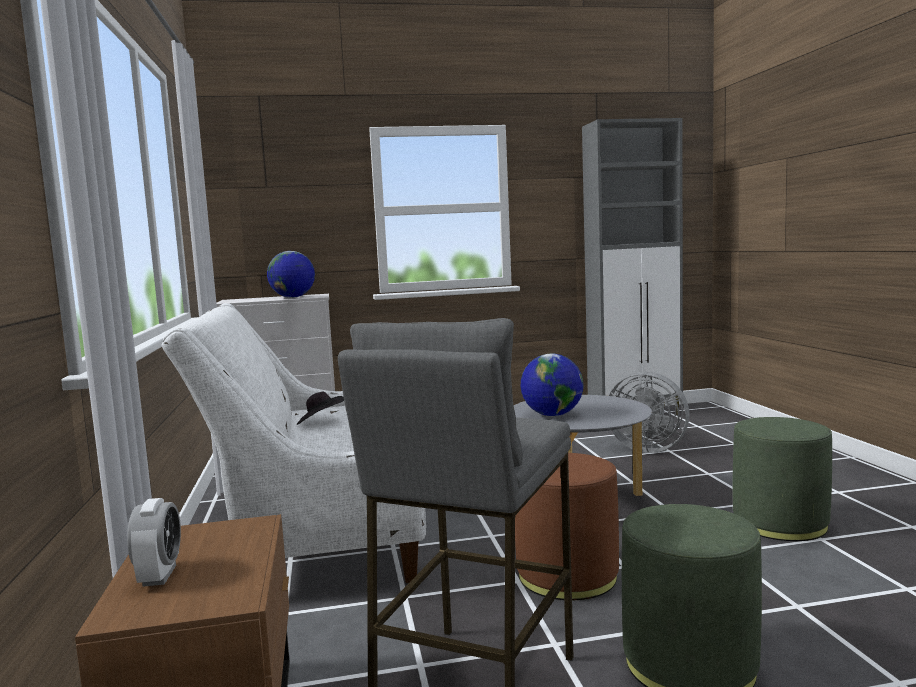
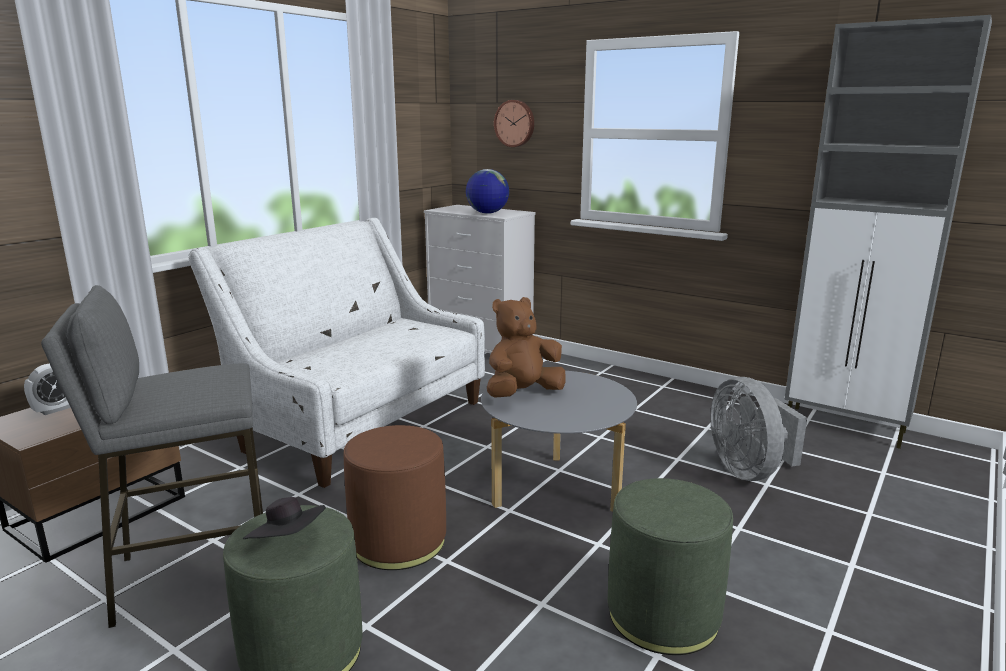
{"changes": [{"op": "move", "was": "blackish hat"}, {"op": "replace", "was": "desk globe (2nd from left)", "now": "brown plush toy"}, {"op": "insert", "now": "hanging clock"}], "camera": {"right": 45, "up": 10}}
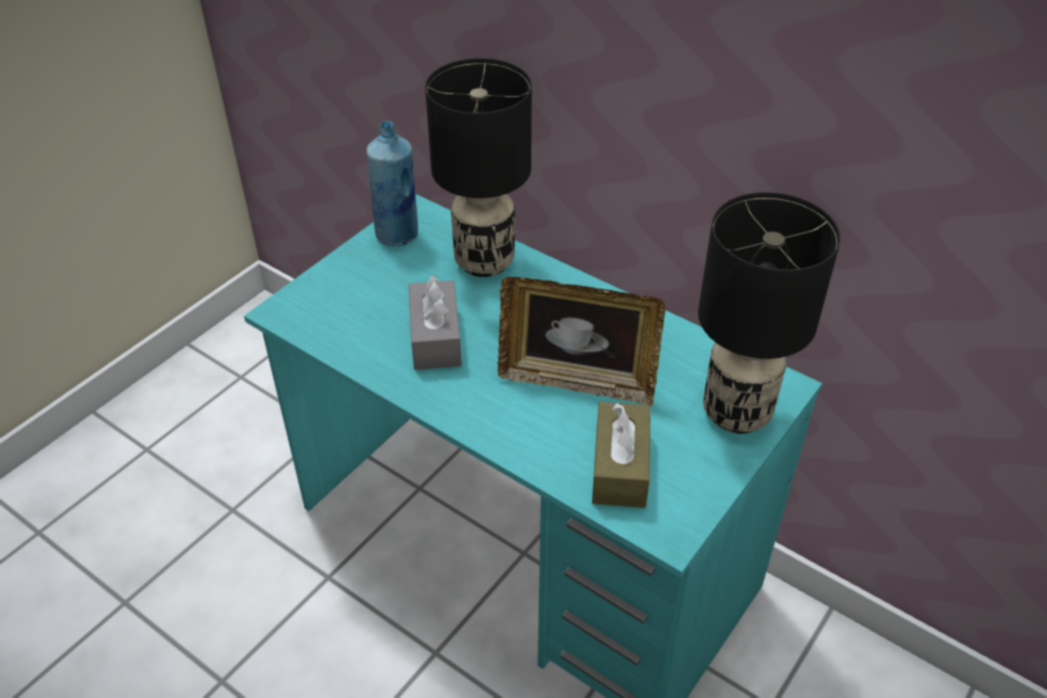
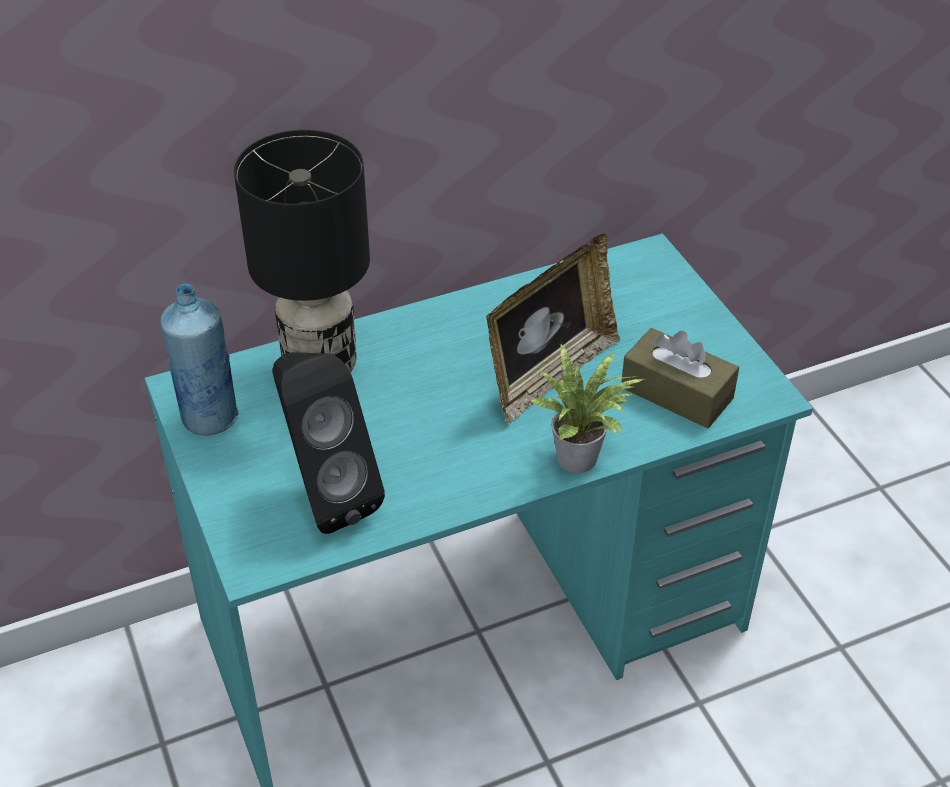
{"changes": [{"op": "insert", "now": "blackish speaker"}, {"op": "insert", "now": "potted plant"}, {"op": "delete", "was": "grey tissue box"}, {"op": "delete", "was": "blackish table lamp (2nd from left)"}], "camera": {"right": -60, "up": 0}}
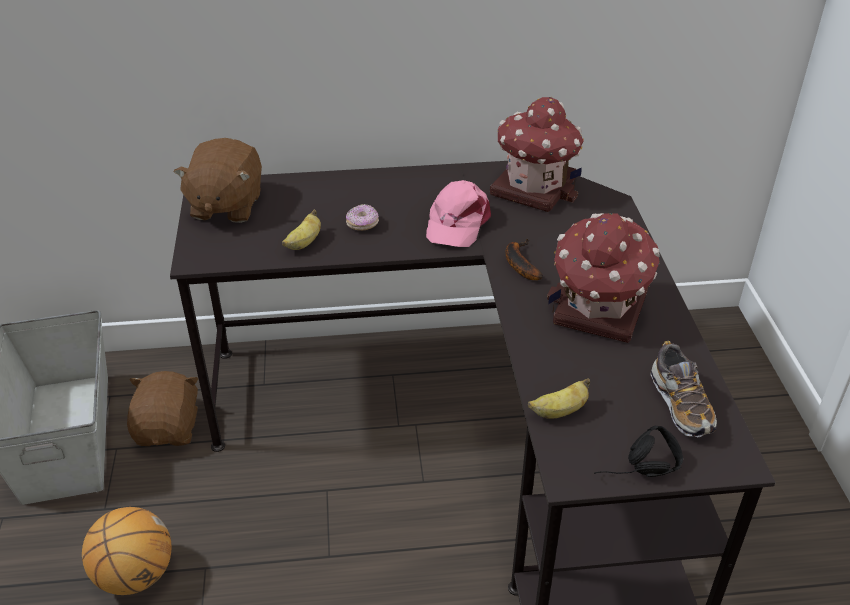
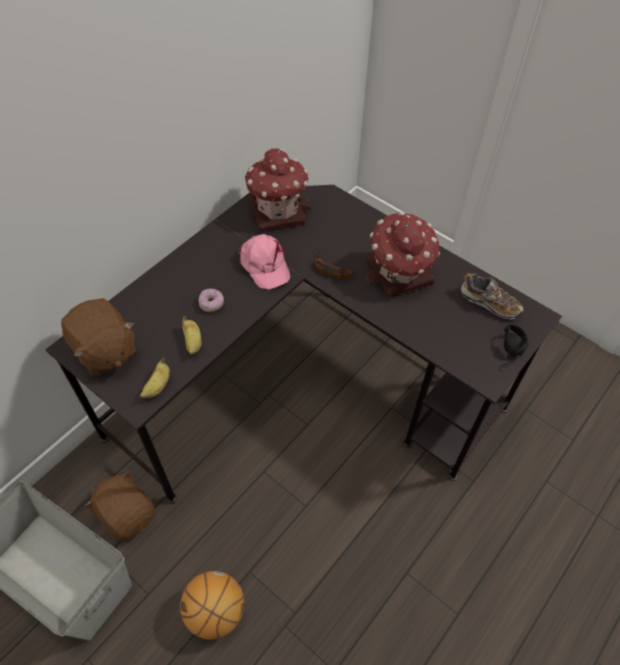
{"changes": [{"op": "move", "was": "banana (3rd from left in the first image)", "now": "banana (1st from left)"}], "camera": {"right": -45, "up": 15}}
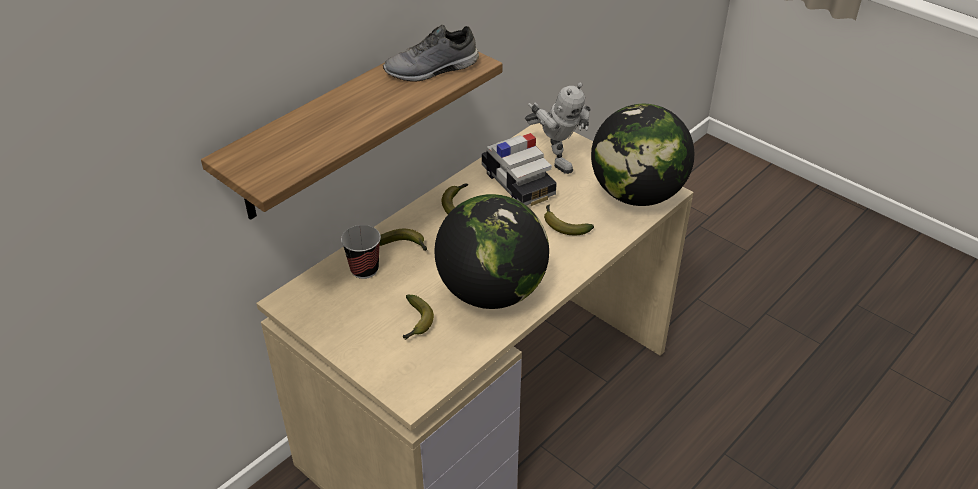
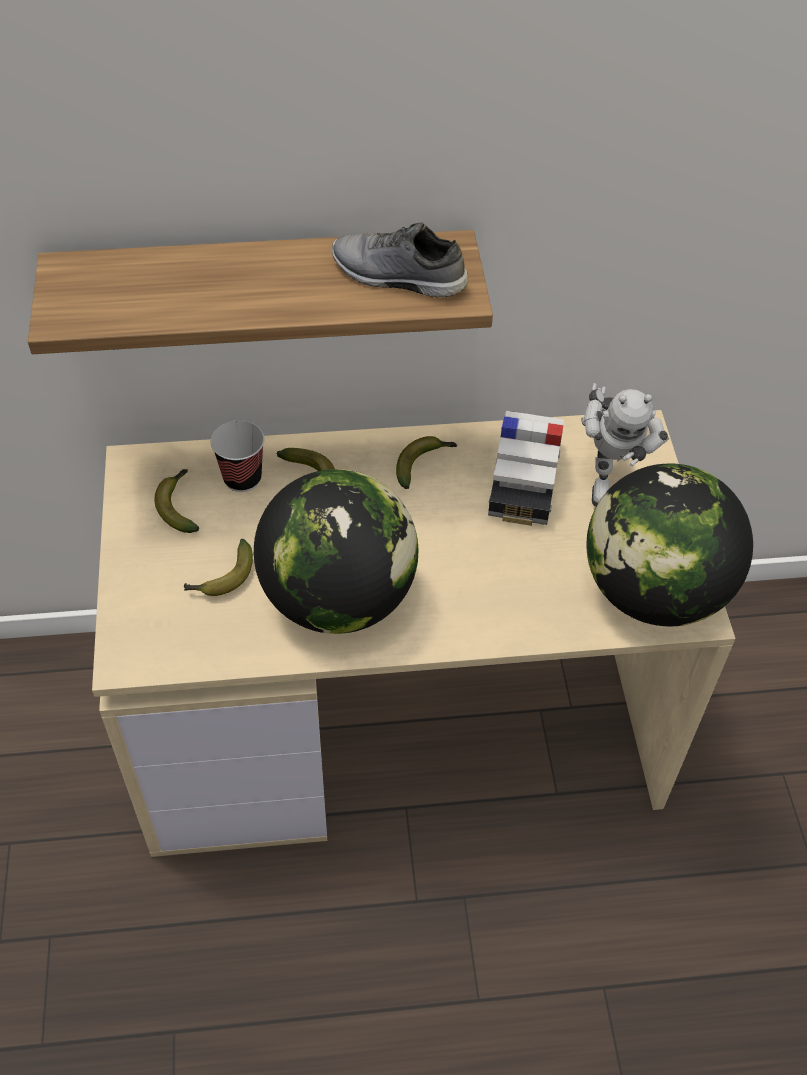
{"changes": [{"op": "move", "was": "banana (4th from left in the first image)", "now": "banana (1st from left)"}], "camera": {"right": 40, "up": 10}}
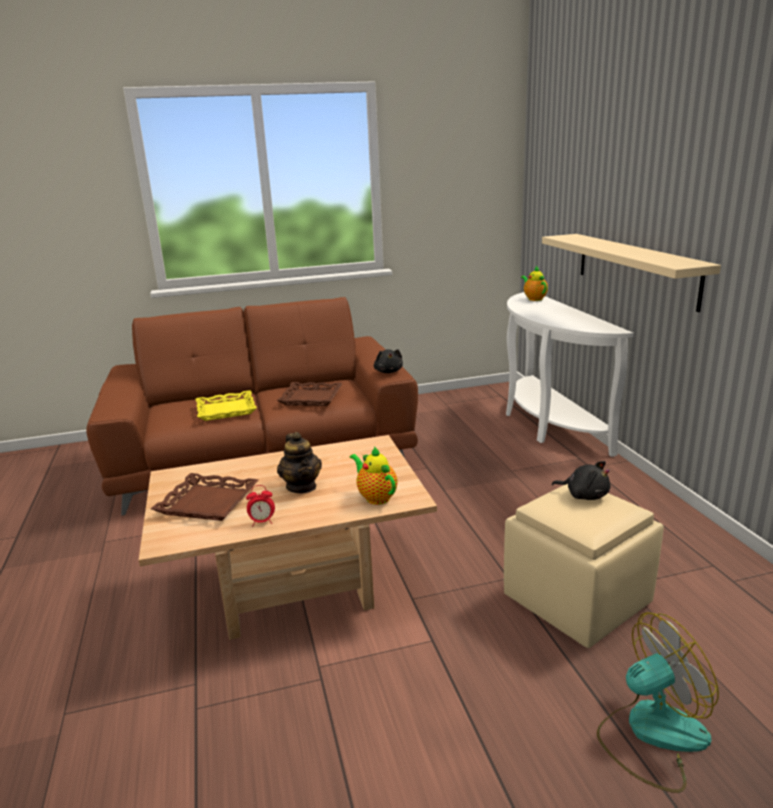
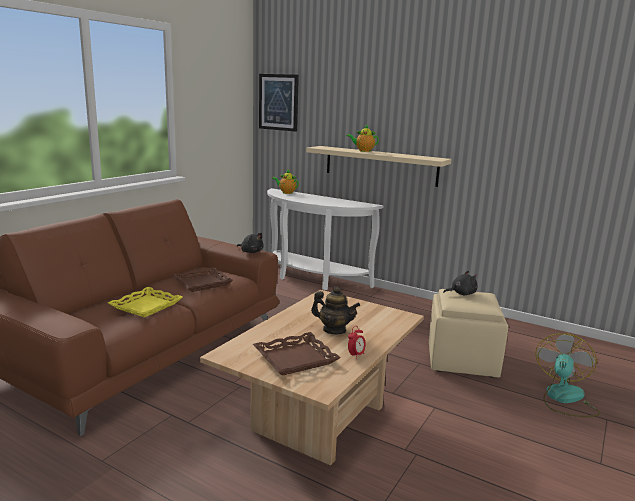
{"changes": [{"op": "insert", "now": "picture"}, {"op": "move", "was": "teapot (2nd from left in the first image)", "now": "teapot (3rd from left)"}], "camera": {"right": -45, "up": -5}}
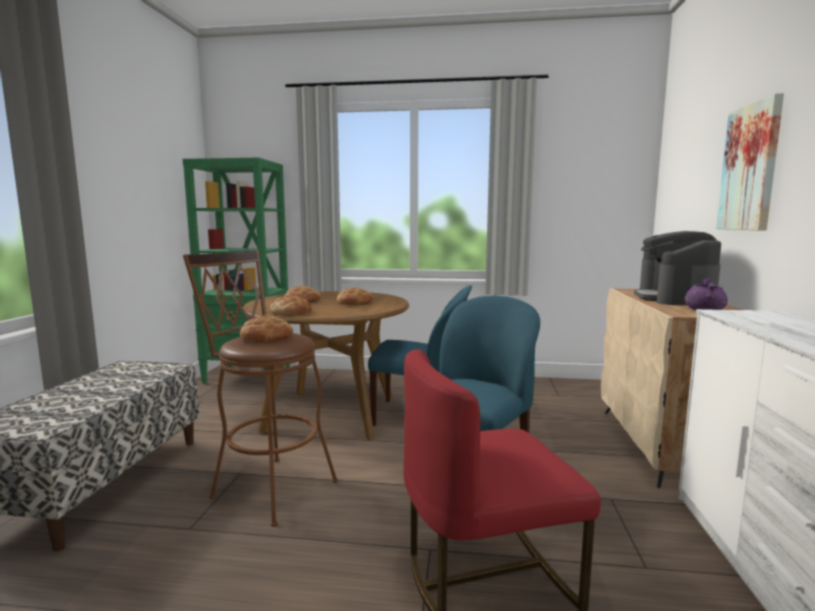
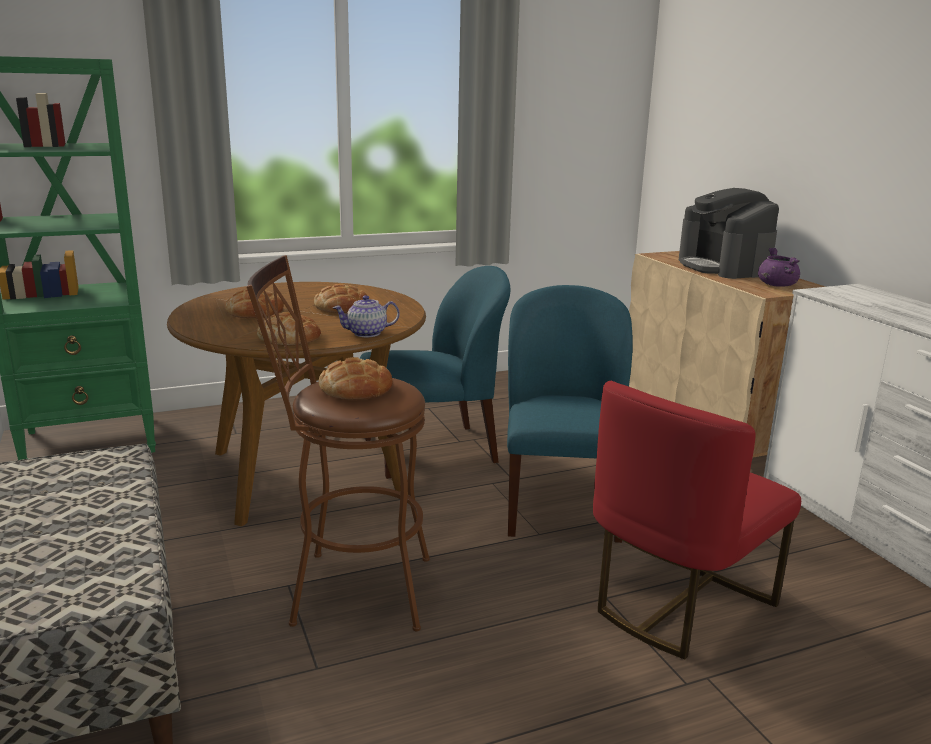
{"changes": [{"op": "insert", "now": "teapot"}, {"op": "delete", "was": "picture"}], "camera": {"right": -30, "up": 10}}
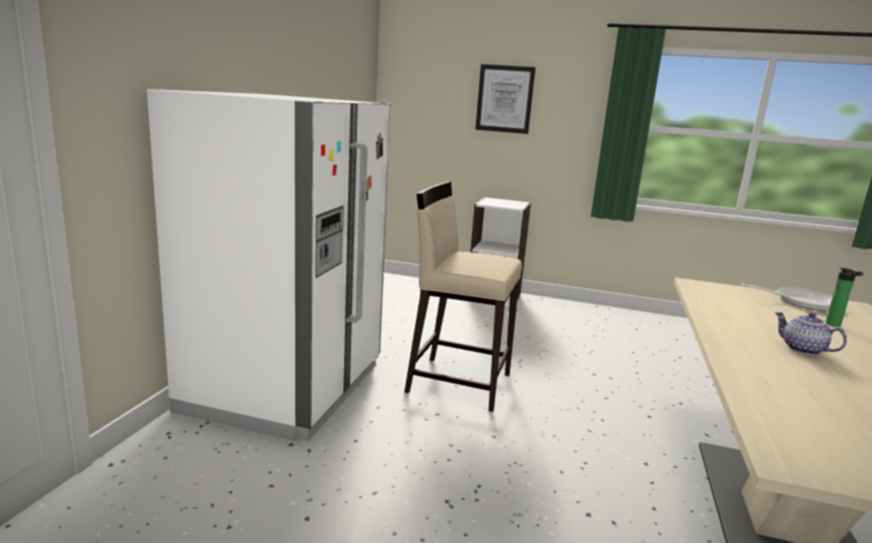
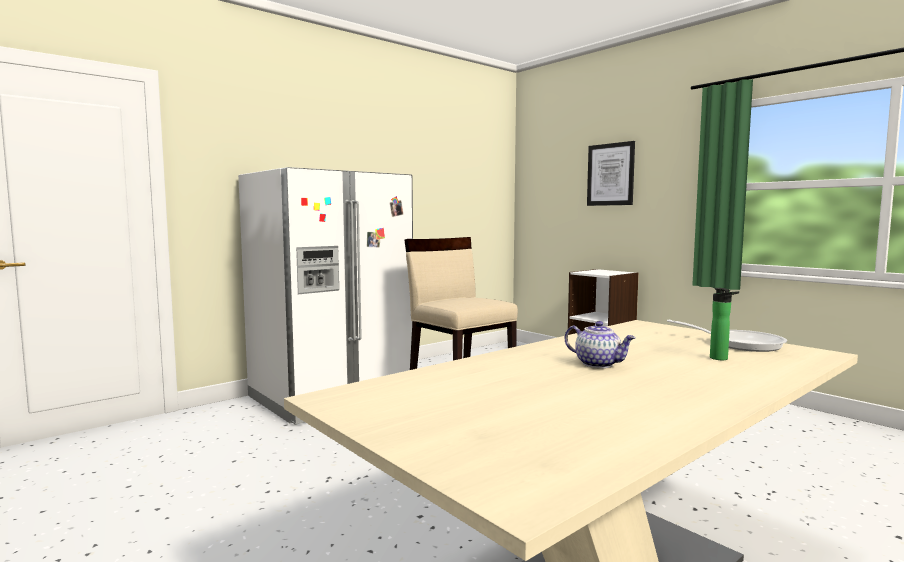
{"changes": [{"op": "rotate", "was": "teapot", "clockwise": 135}], "camera": {"right": 35, "up": -10}}
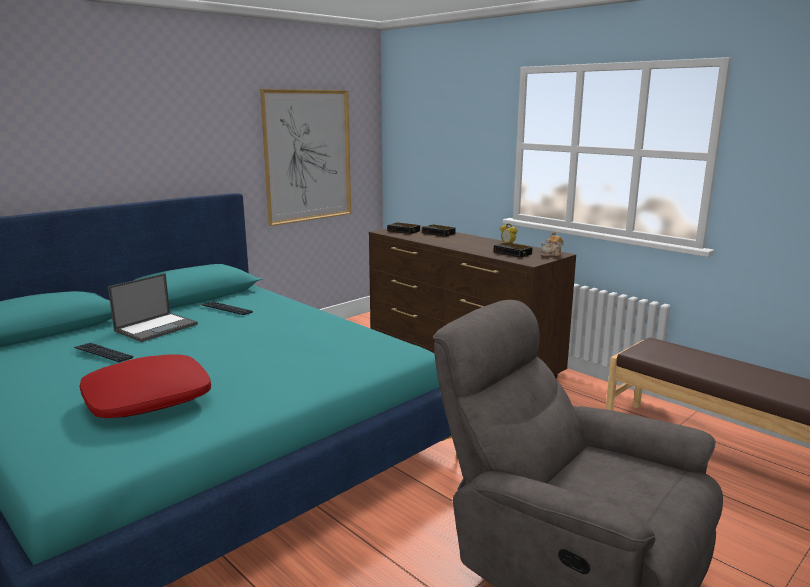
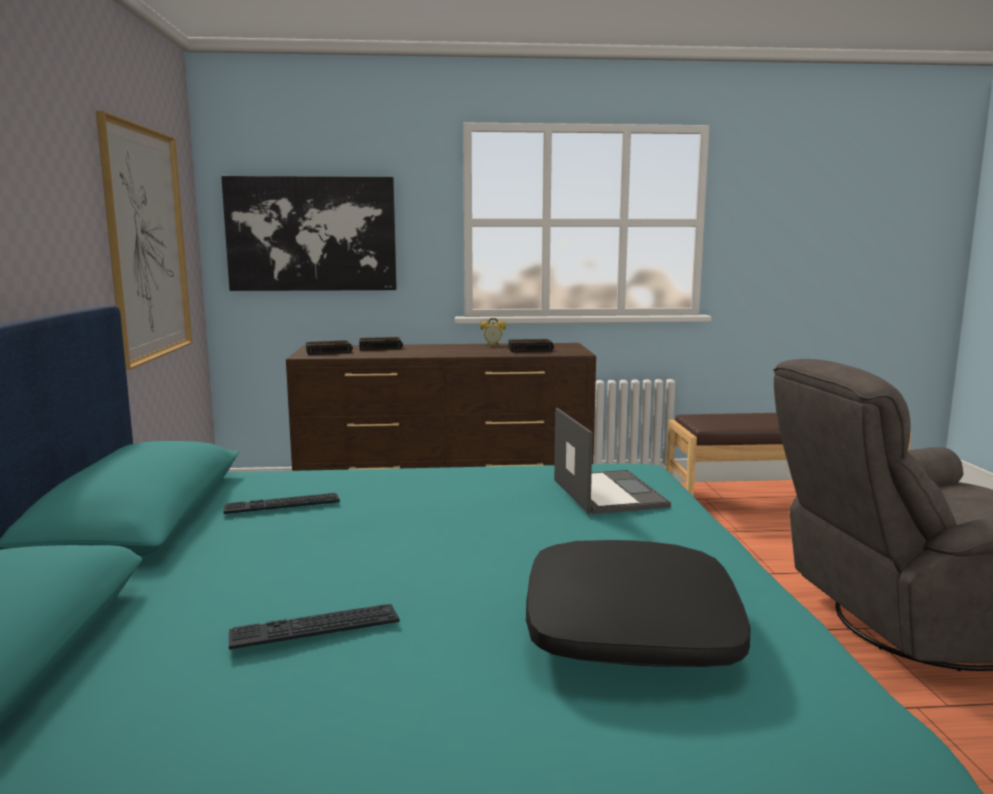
{"changes": [{"op": "insert", "now": "picture (2nd from left)"}, {"op": "recolor", "was": "red-coloured cushion", "now": "blackish cushion"}, {"op": "move", "was": "notebook computer"}, {"op": "delete", "was": "teapot"}], "camera": {"right": -50, "up": -5}}
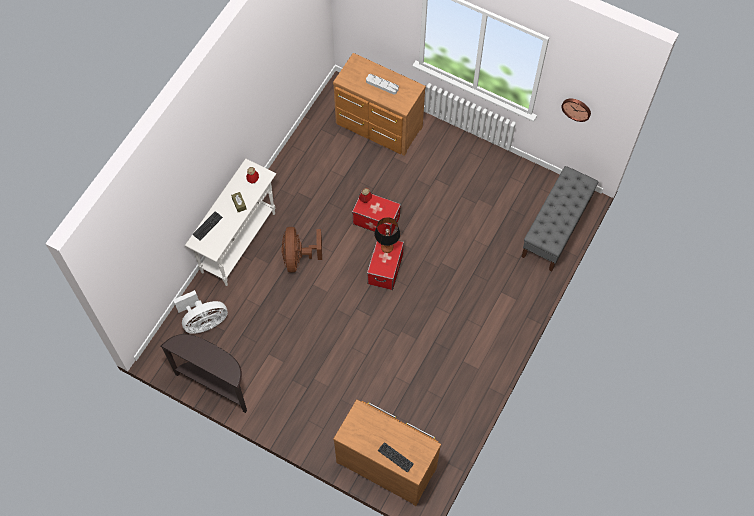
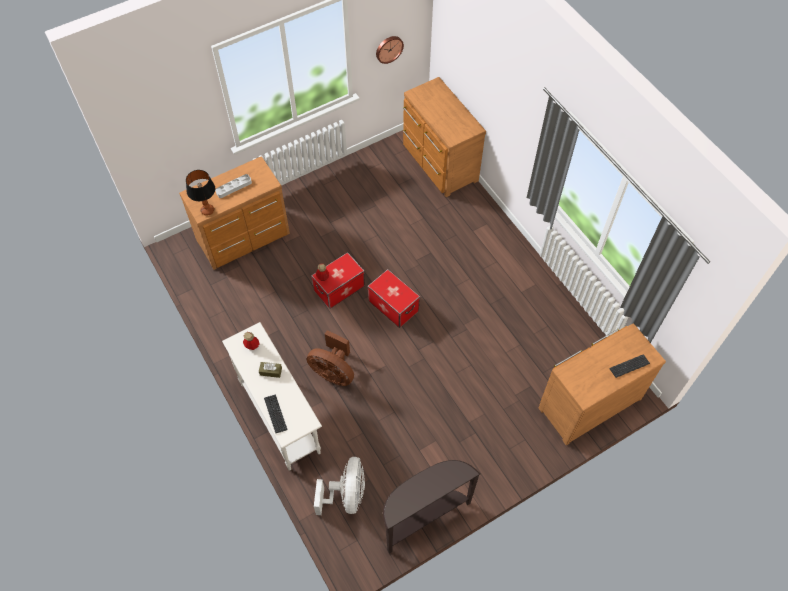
{"changes": [{"op": "move", "was": "table lamp"}, {"op": "replace", "was": "grey indoor bench", "now": "brown chest of drawers (2nd from left)"}], "camera": {"right": -60, "up": -5}}
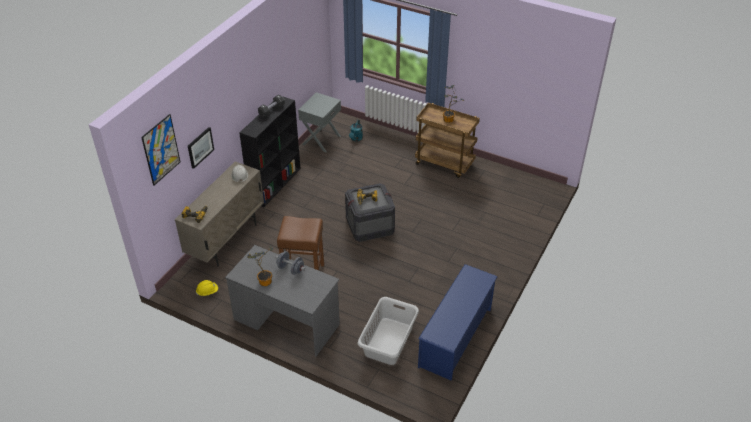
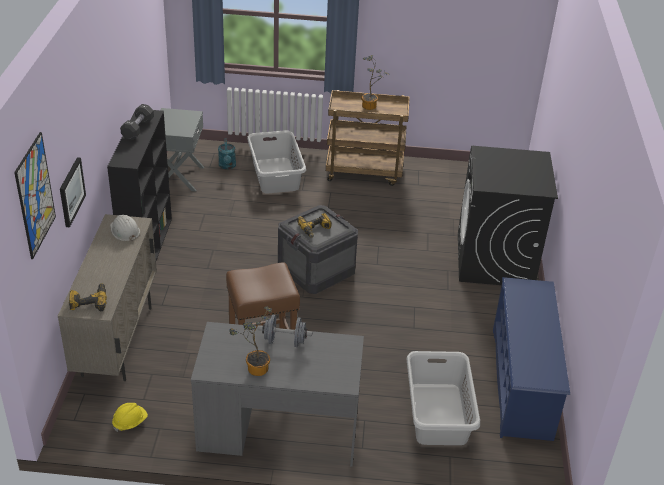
{"changes": [{"op": "insert", "now": "grey laundry basket (1st from left)"}, {"op": "insert", "now": "blackish washing machine"}], "camera": {"right": -25, "up": -5}}
